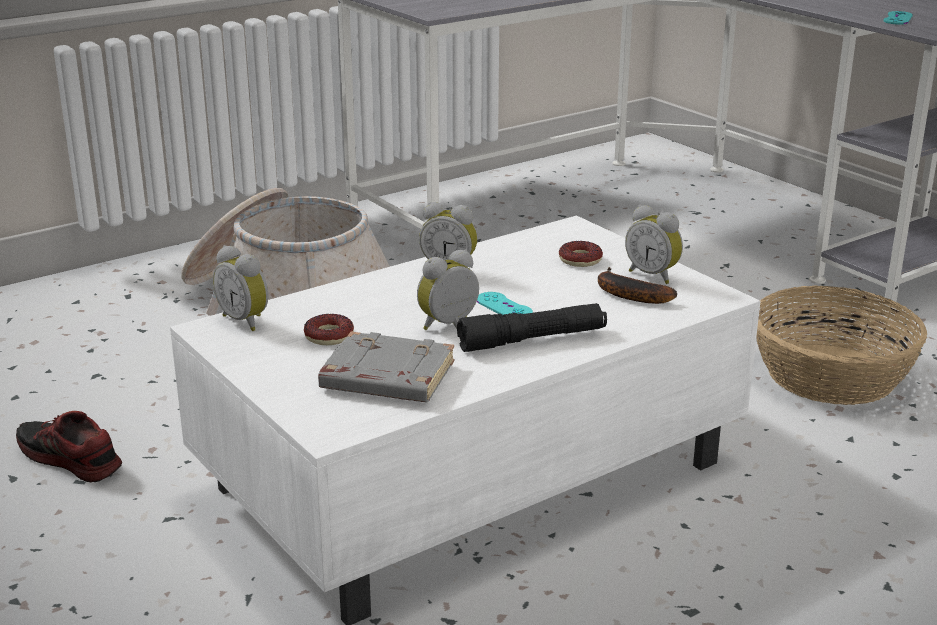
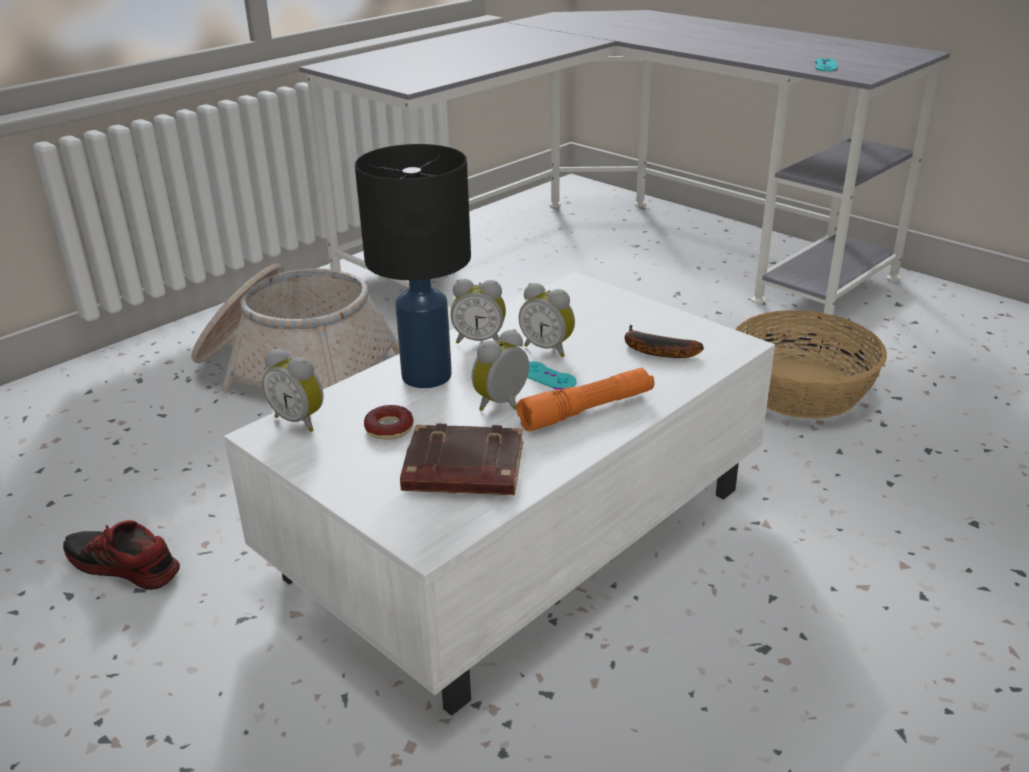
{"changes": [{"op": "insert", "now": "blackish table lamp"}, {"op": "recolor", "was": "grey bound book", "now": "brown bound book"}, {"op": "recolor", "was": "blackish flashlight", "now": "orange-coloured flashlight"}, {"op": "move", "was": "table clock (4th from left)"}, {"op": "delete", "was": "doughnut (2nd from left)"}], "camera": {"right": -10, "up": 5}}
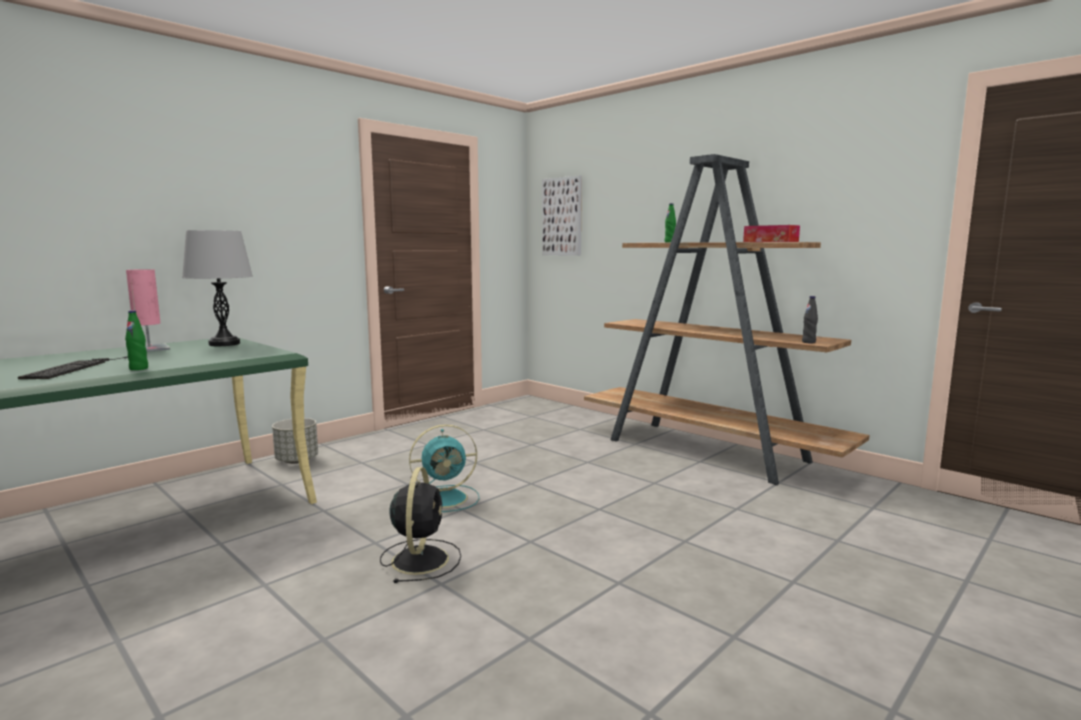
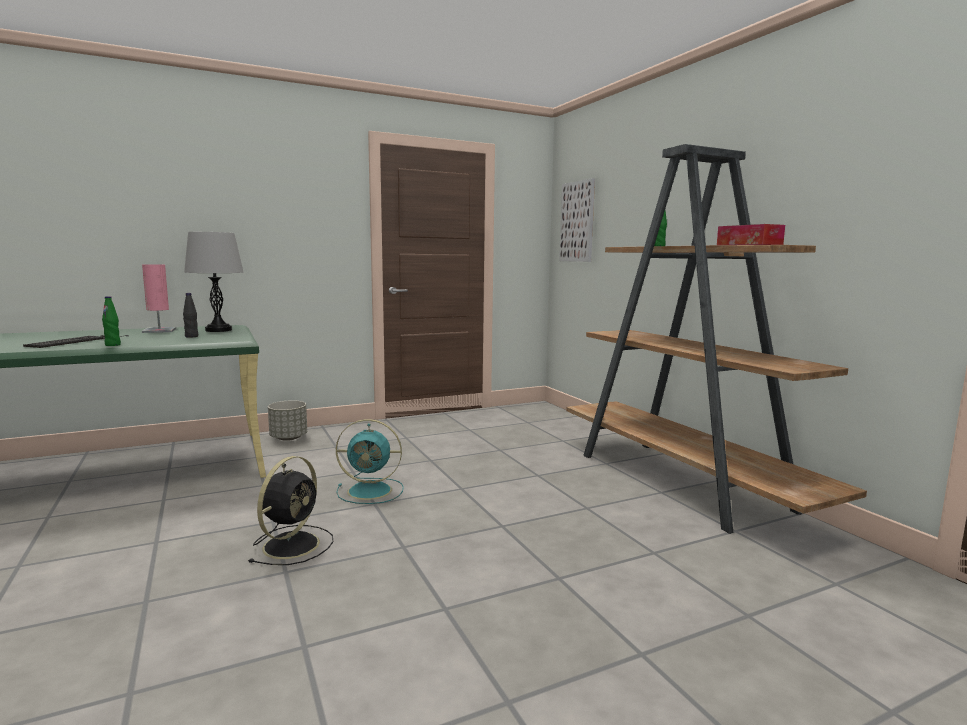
{"changes": [{"op": "move", "was": "blackish bottle"}], "camera": {"right": 20, "up": 0}}
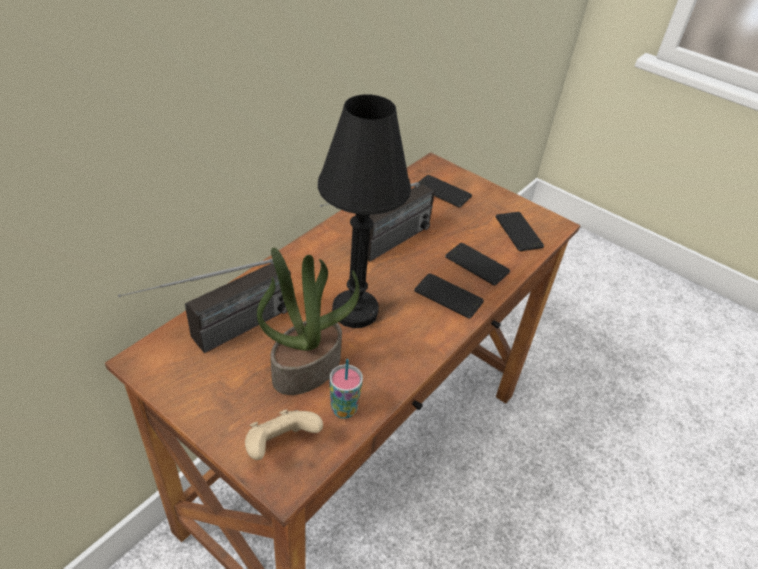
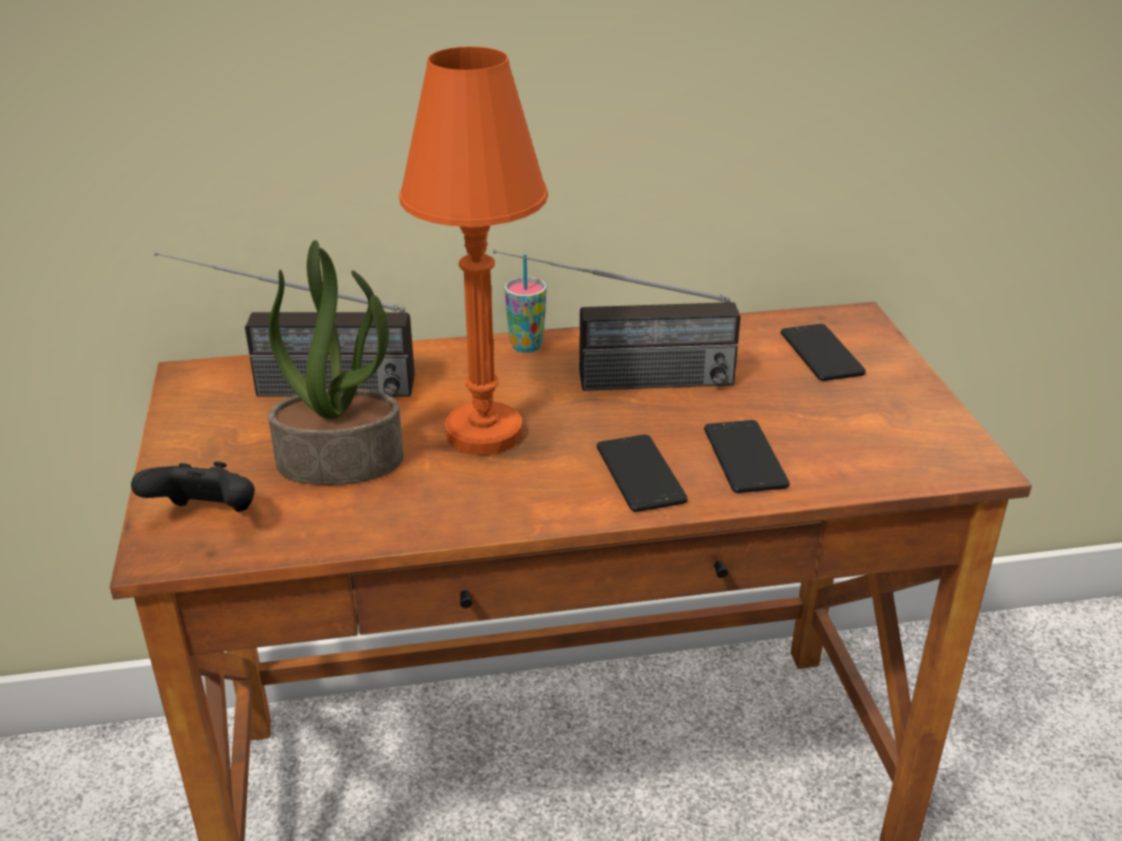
{"changes": [{"op": "recolor", "was": "sand-coloured gamepad", "now": "blackish gamepad"}, {"op": "recolor", "was": "blackish table lamp", "now": "orange-coloured table lamp"}, {"op": "move", "was": "small cup"}, {"op": "delete", "was": "handset (4th from left)"}], "camera": {"right": 45, "up": -10}}
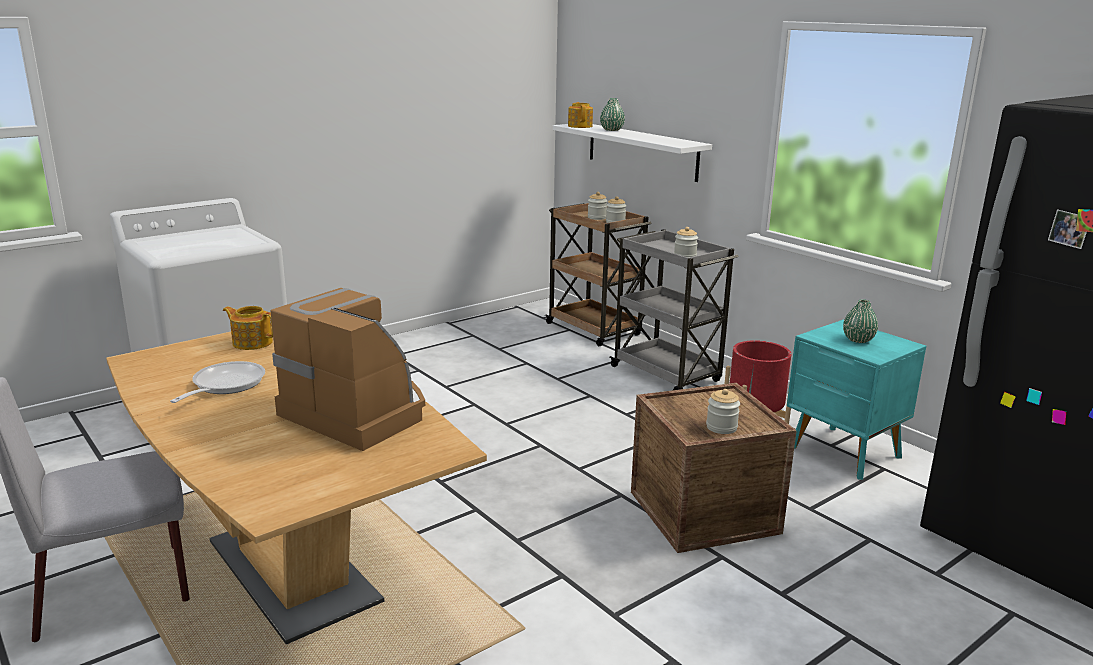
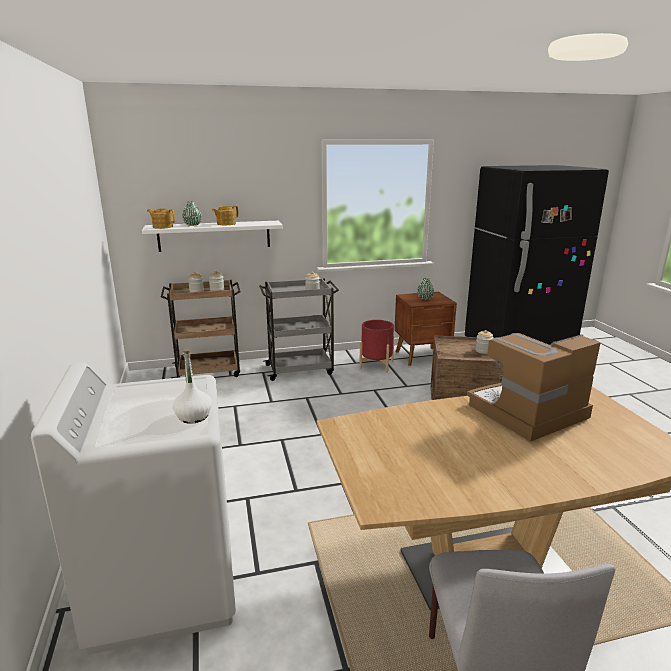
{"changes": [{"op": "insert", "now": "white-coloured bottle"}, {"op": "move", "was": "teapot (1st from left in the first image)", "now": "teapot (2nd from left)"}, {"op": "recolor", "was": "turquoise nightstand", "now": "brown nightstand"}, {"op": "delete", "was": "skillet"}], "camera": {"right": -65, "up": 0}}
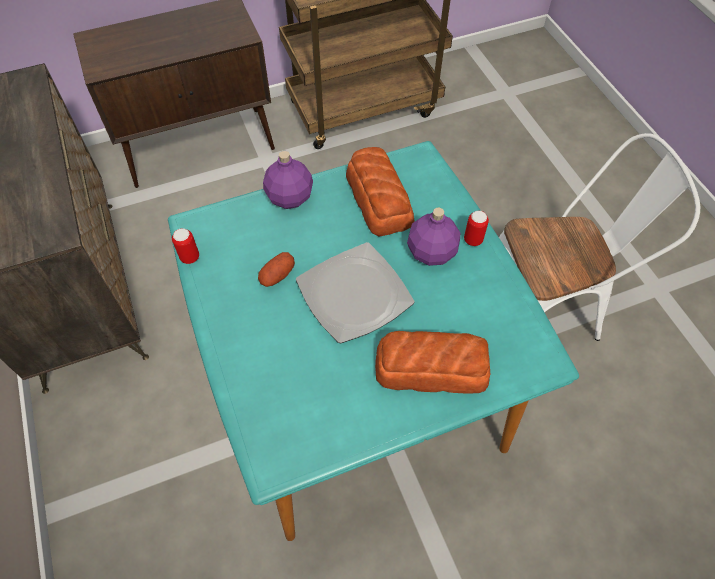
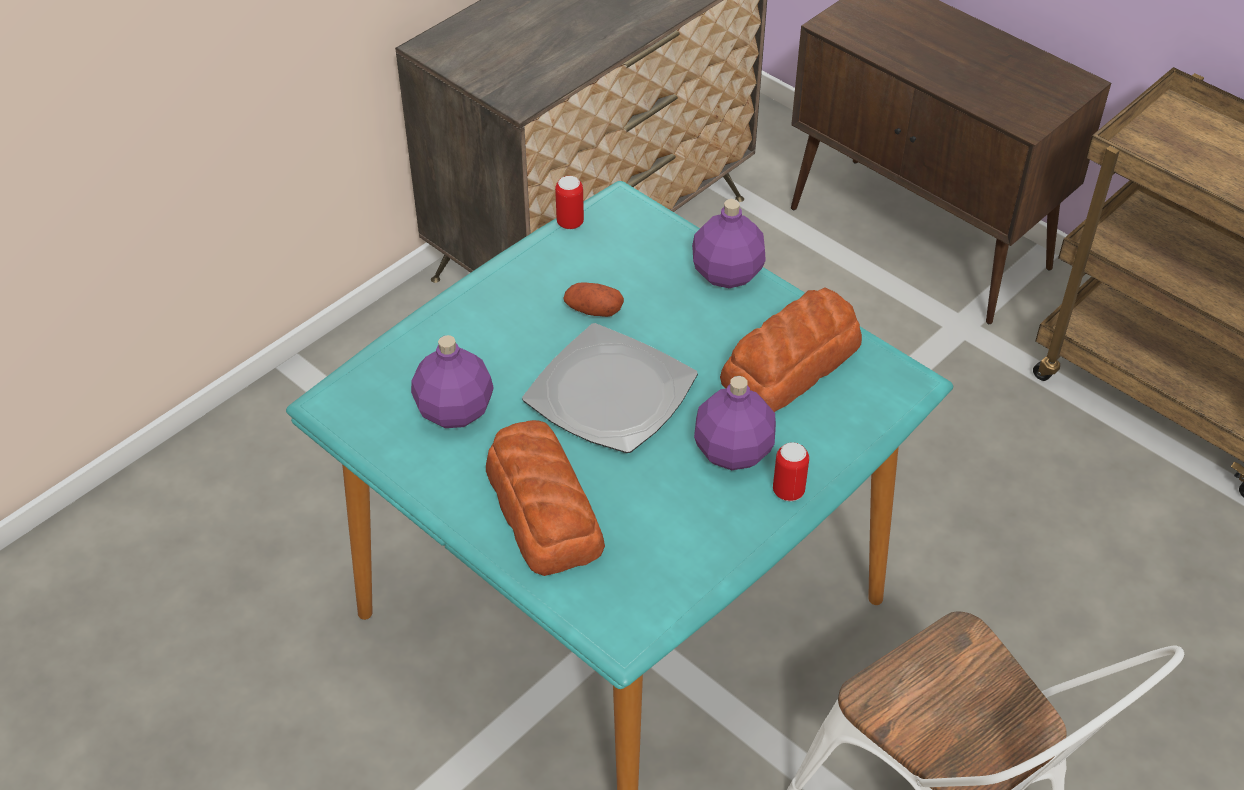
{"changes": [{"op": "insert", "now": "purple bottle (1st from left)"}], "camera": {"right": 65, "up": -10}}
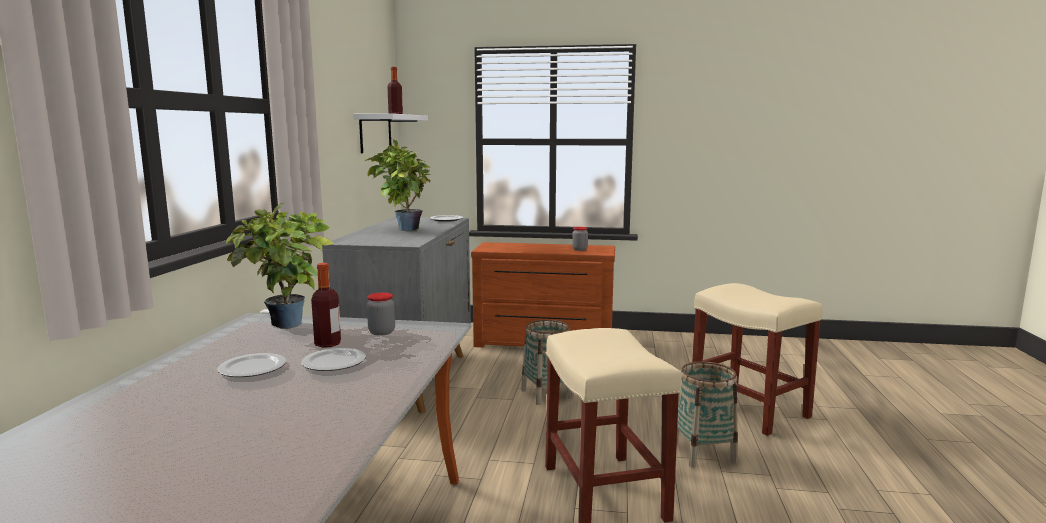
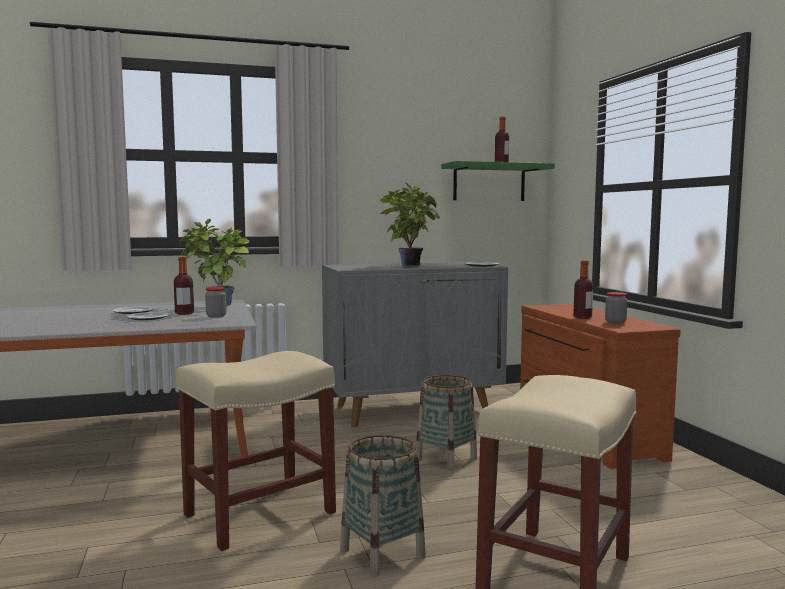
{"changes": [{"op": "recolor", "was": "white-coloured bracket shelf", "now": "green-coloured bracket shelf"}, {"op": "insert", "now": "bottle (3rd from left)"}], "camera": {"right": 65, "up": -5}}
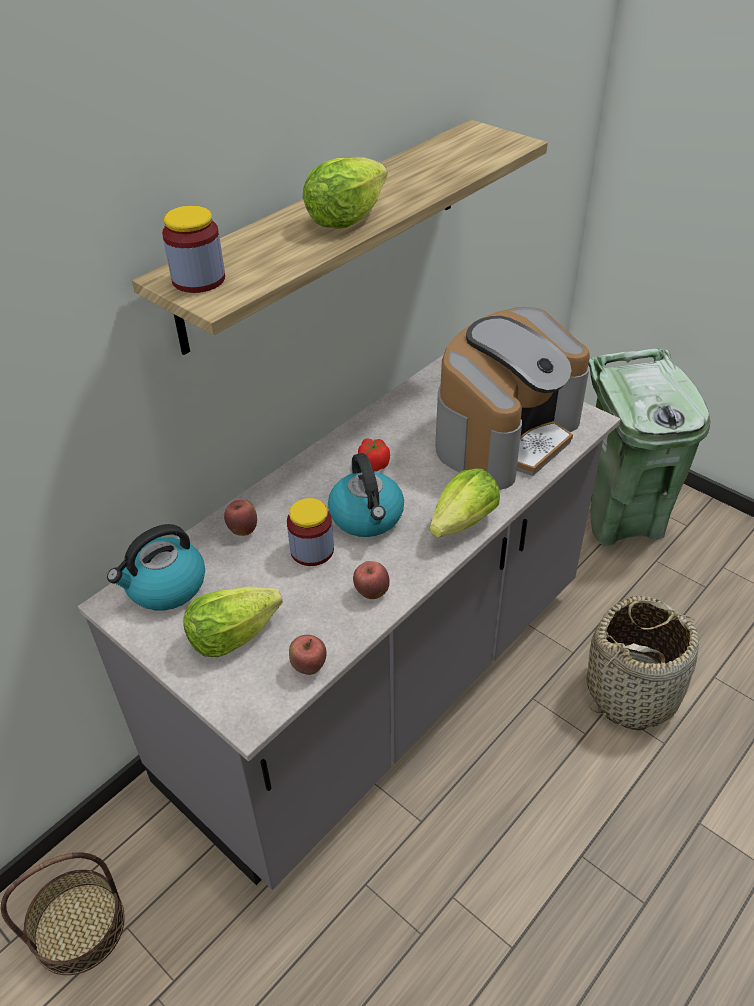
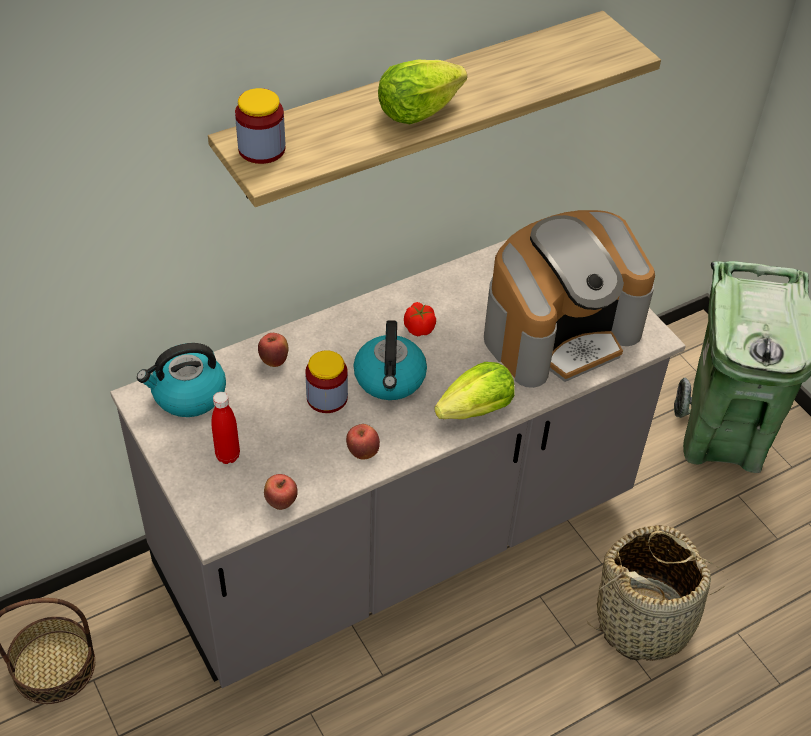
{"changes": [{"op": "replace", "was": "lettuce head (1st from left)", "now": "red-coloured bottle"}], "camera": {"right": 15, "up": 5}}
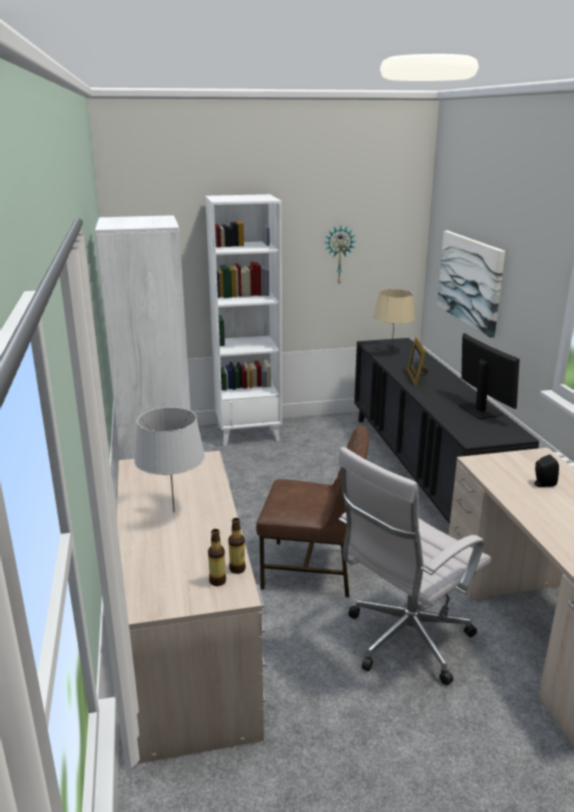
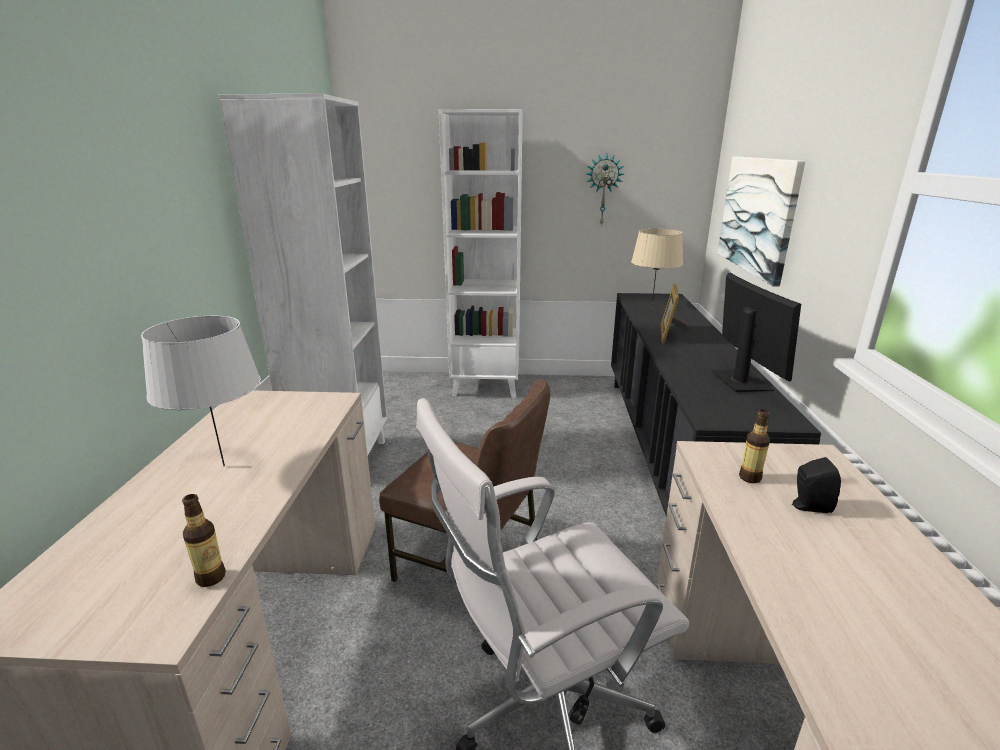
{"changes": [{"op": "move", "was": "bottle (1st from left in the first image)", "now": "bottle (2nd from left)"}], "camera": {"right": 15, "up": 0}}
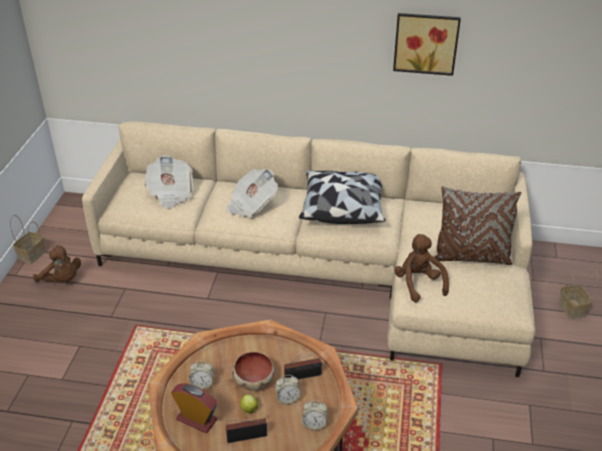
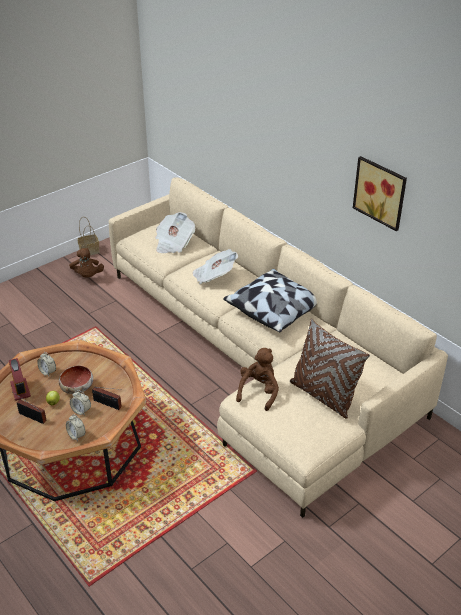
{"changes": [{"op": "delete", "was": "storage basket (2nd from left)"}], "camera": {"right": 40, "up": 0}}
